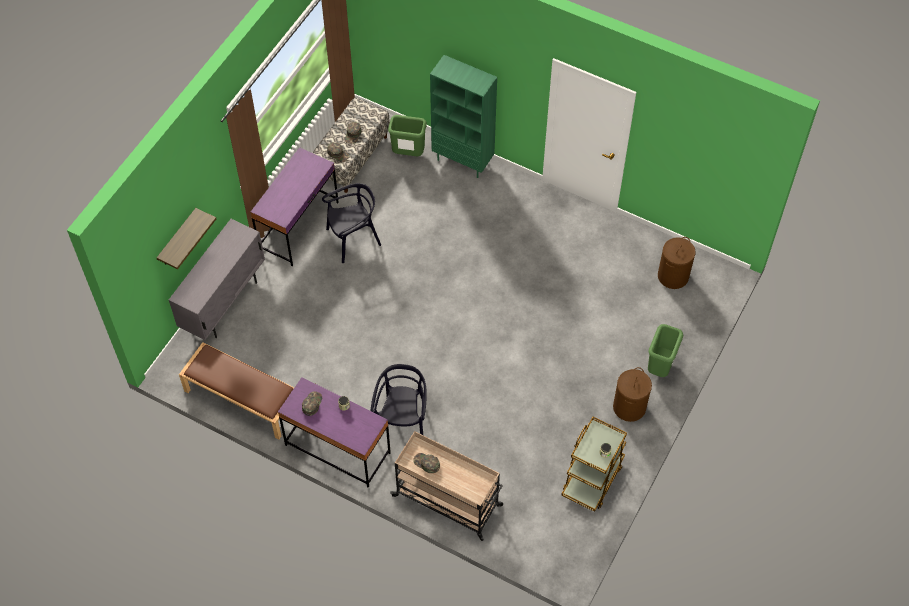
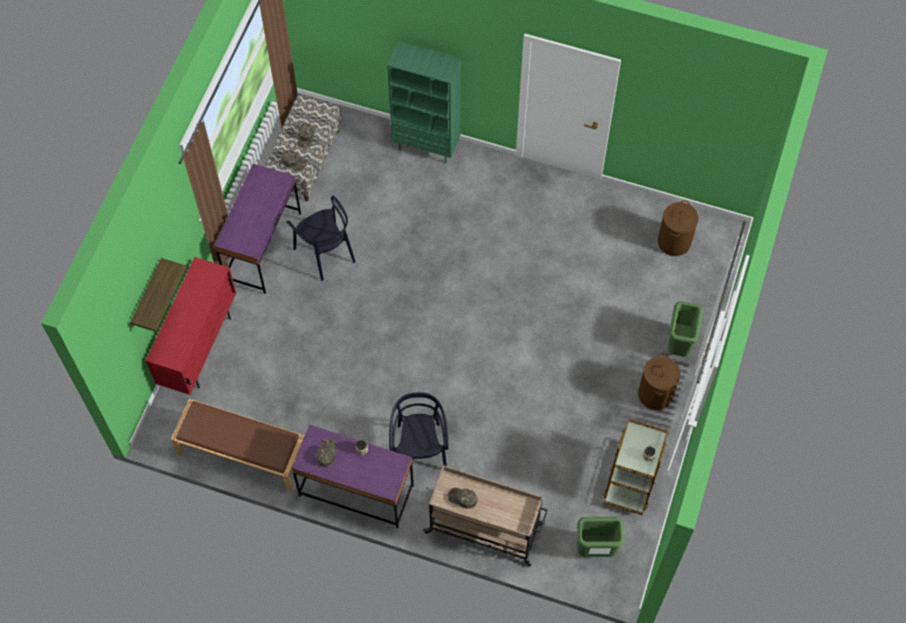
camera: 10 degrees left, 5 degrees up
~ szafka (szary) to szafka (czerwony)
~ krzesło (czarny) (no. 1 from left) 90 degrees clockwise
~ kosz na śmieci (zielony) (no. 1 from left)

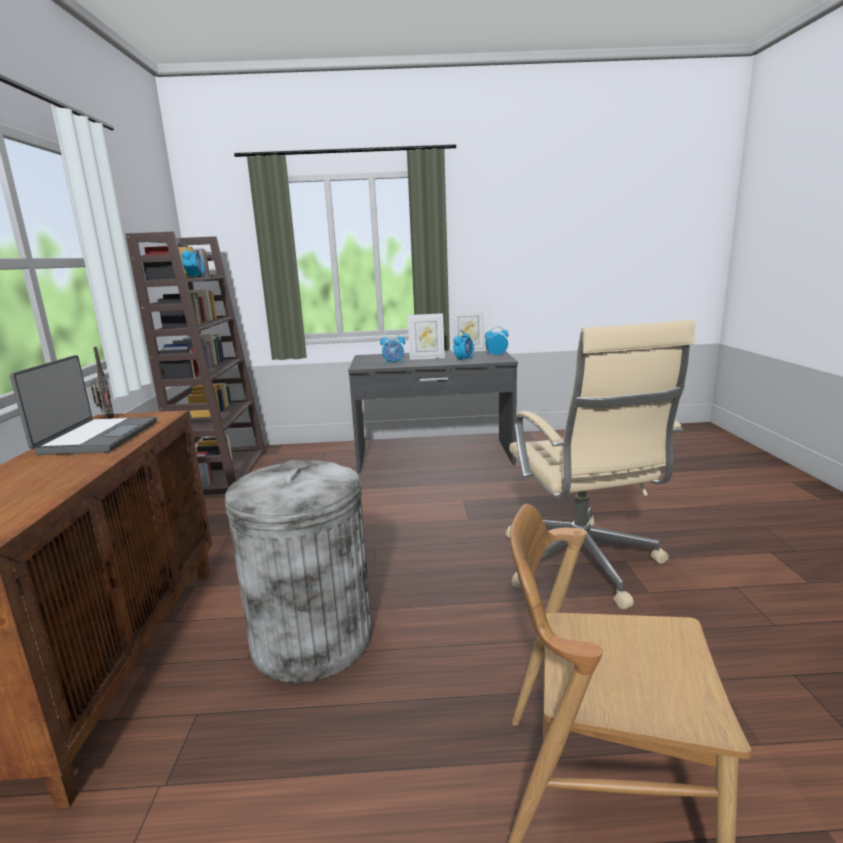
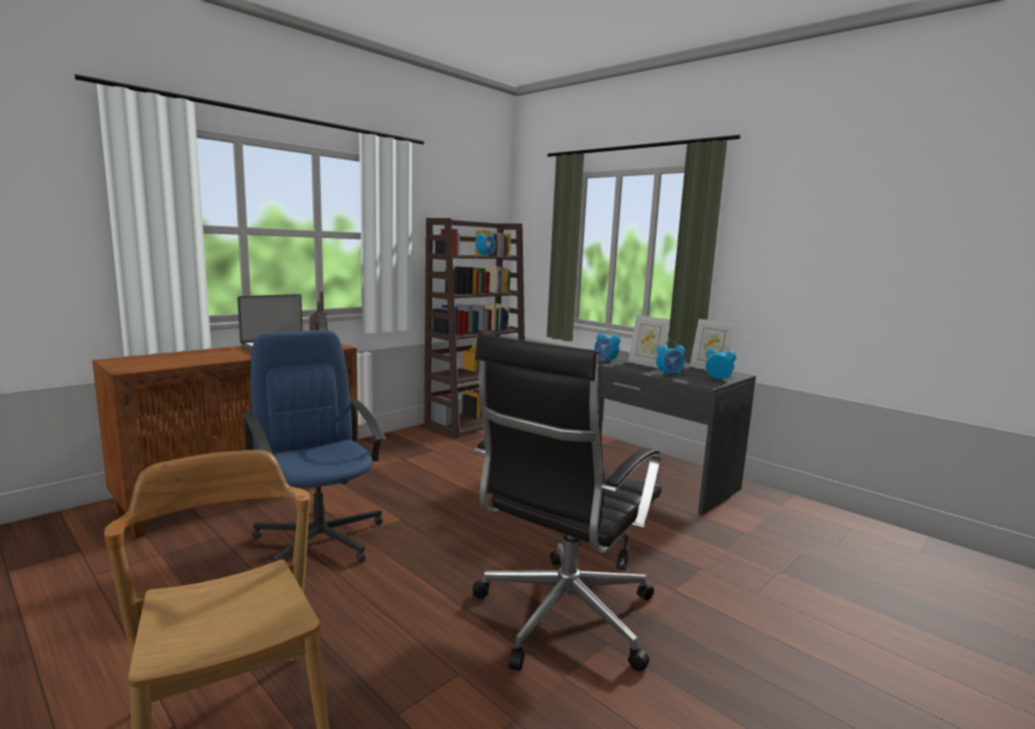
camera: 45 degrees right, 5 degrees down
~ kosz na śmieci (szary) to krzesło biurowe (niebieski)
~ krzesło biurowe (beżowy) to krzesło biurowe (czarny)

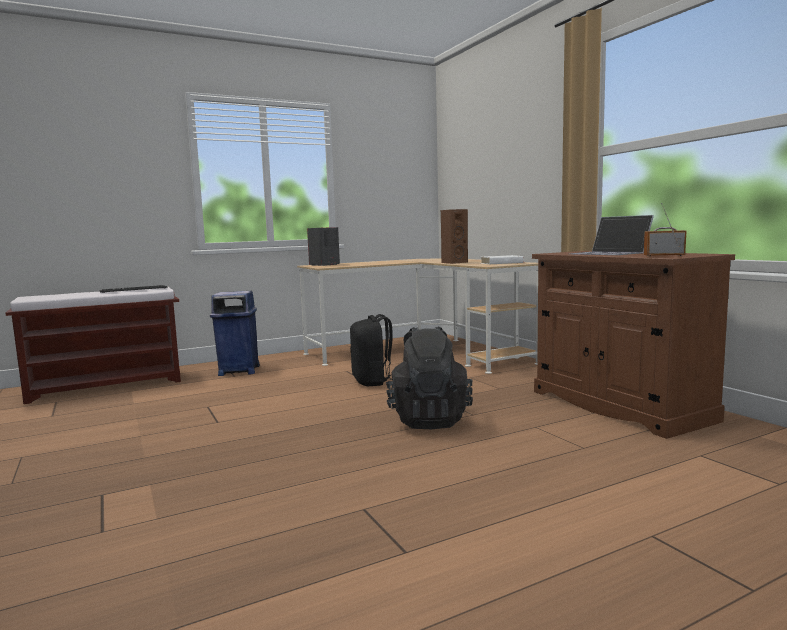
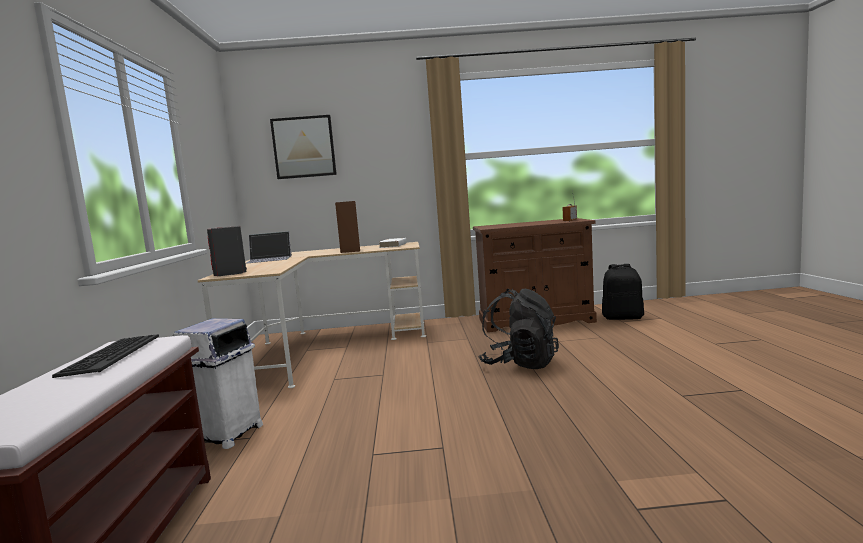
camera: 65 degrees left, 0 degrees up
~ kosz na śmieci (niebieski) to kosz na śmieci (biały)
~ laptop
+ obraz
~ plecak (czarny) (no. 1 from left in the first image) to plecak (czarny) (no. 2 from left)

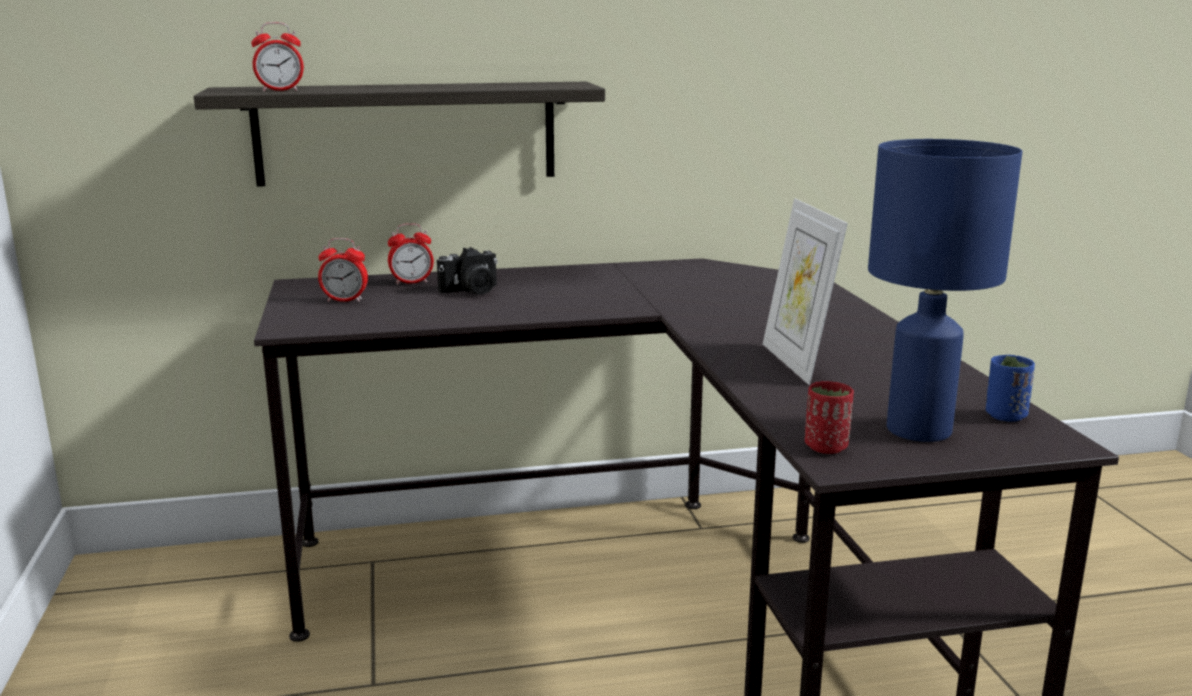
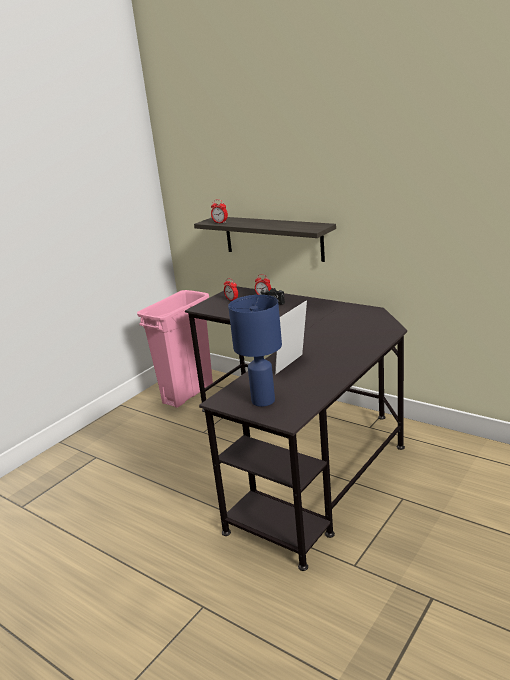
camera: 50 degrees right, 5 degrees up
+ kosz na śmieci (różowy)
- filiżanka (czerwony)
- filiżanka (niebieski)

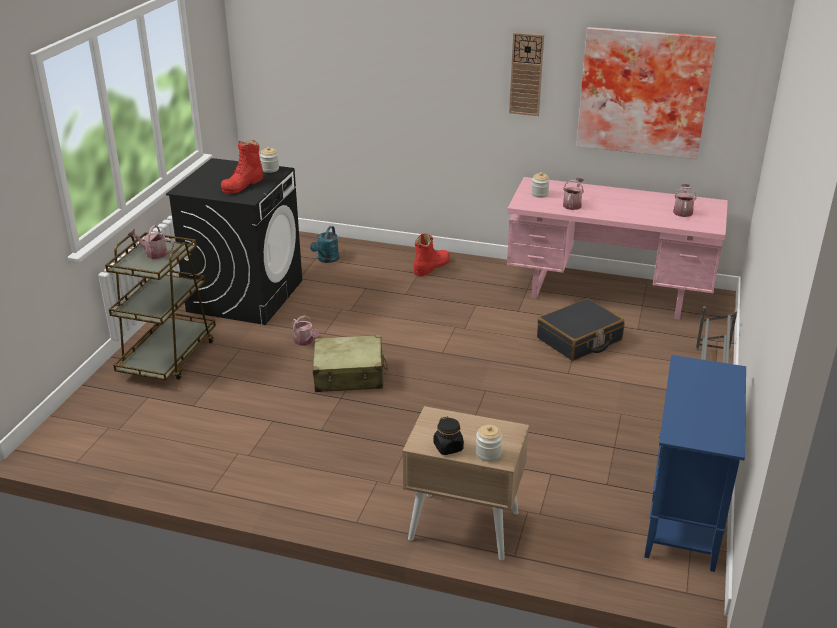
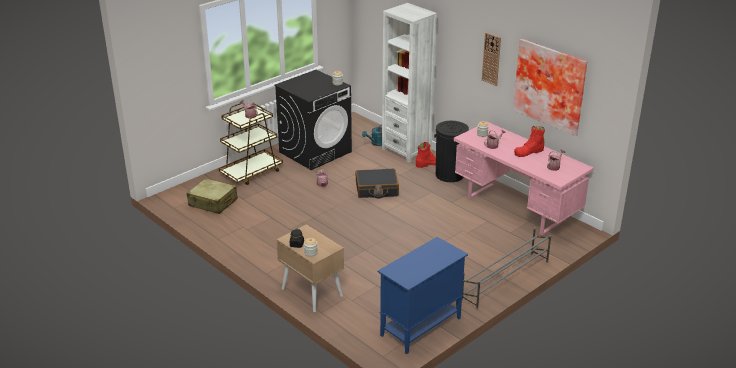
camera: 30 degrees right, 0 degrees up
~ walizka (beżowy)
~ walizka (czarny)
+ regał (biały)
+ kosz na śmieci (czarny)
~ but z cholewką (czerwony) (no. 1 from left in the first image) to but z cholewką (czerwony) (no. 2 from left)

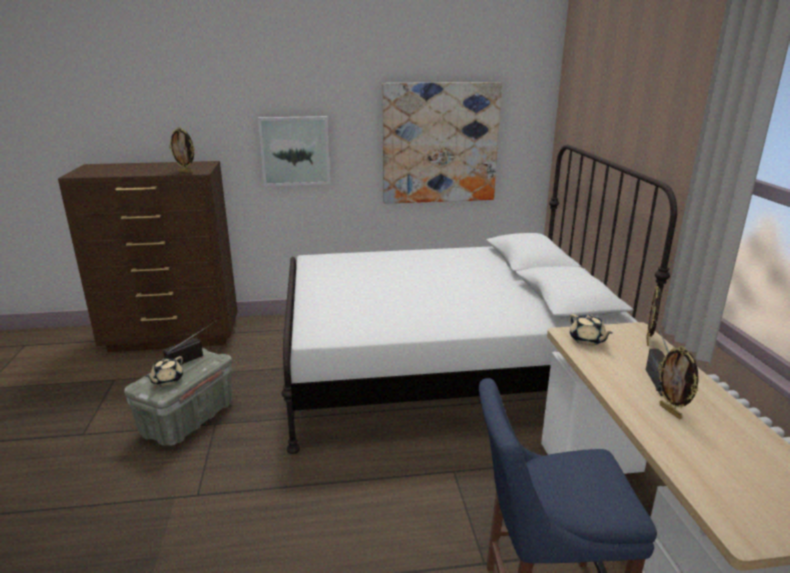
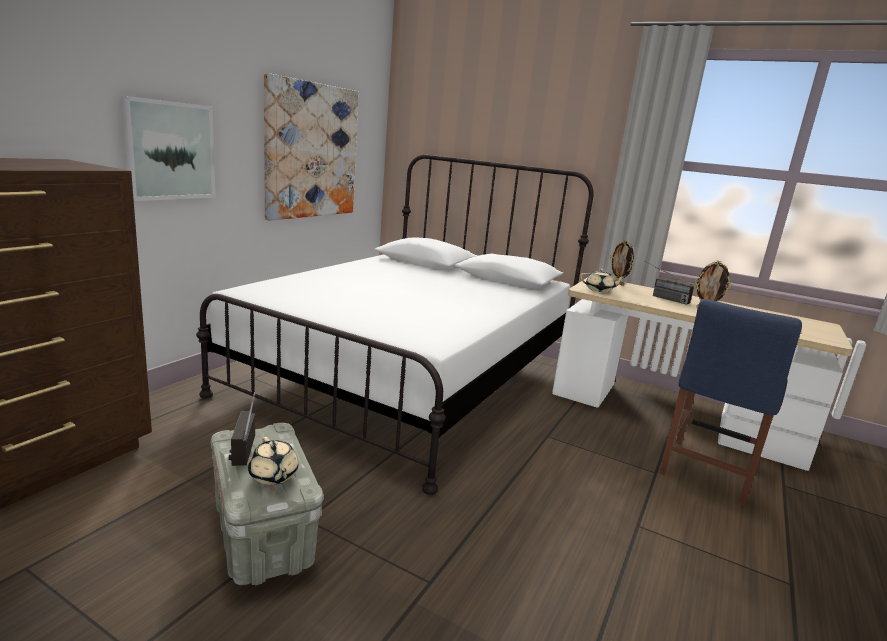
camera: 55 degrees left, 5 degrees down
- ramka na zdjęcie (no. 1 from left)

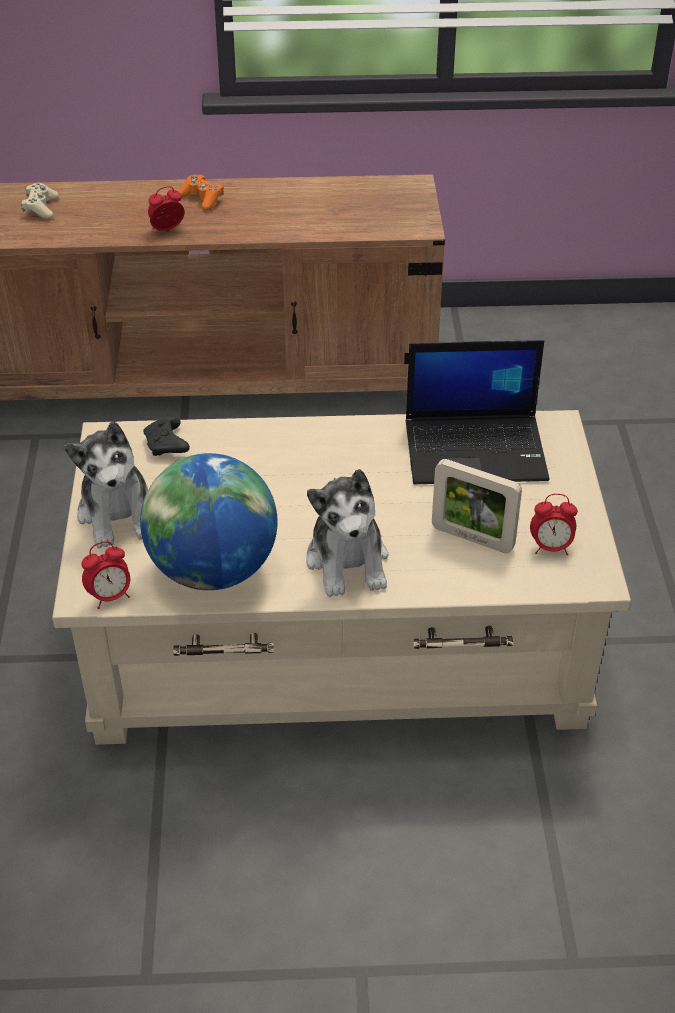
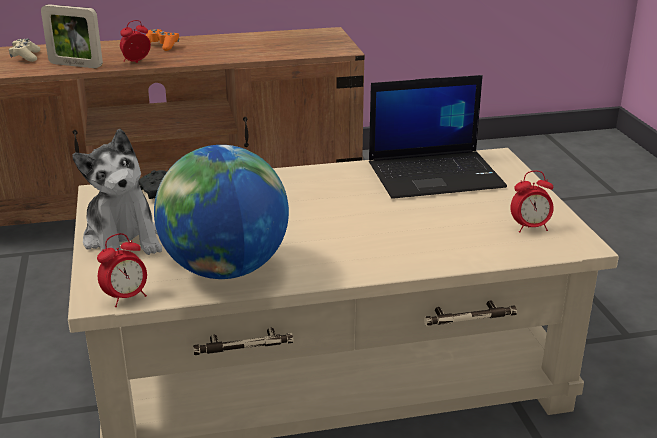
camera: 10 degrees left, 15 degrees down
~ ramka na zdjęcie
- pluszak (no. 2 from left)

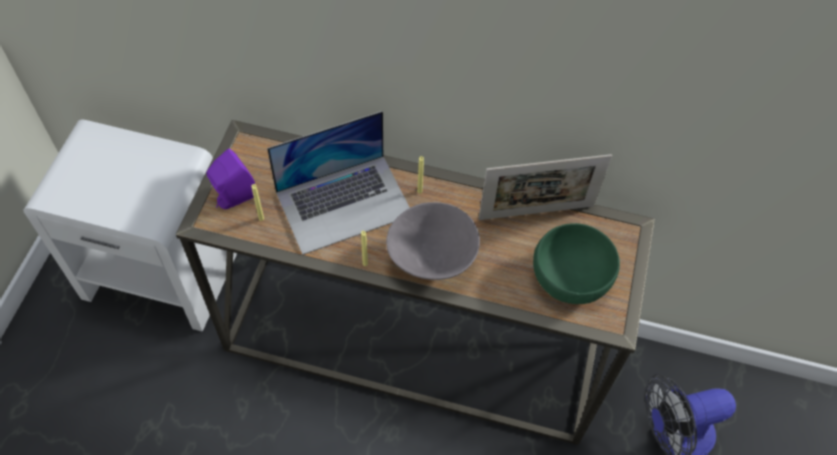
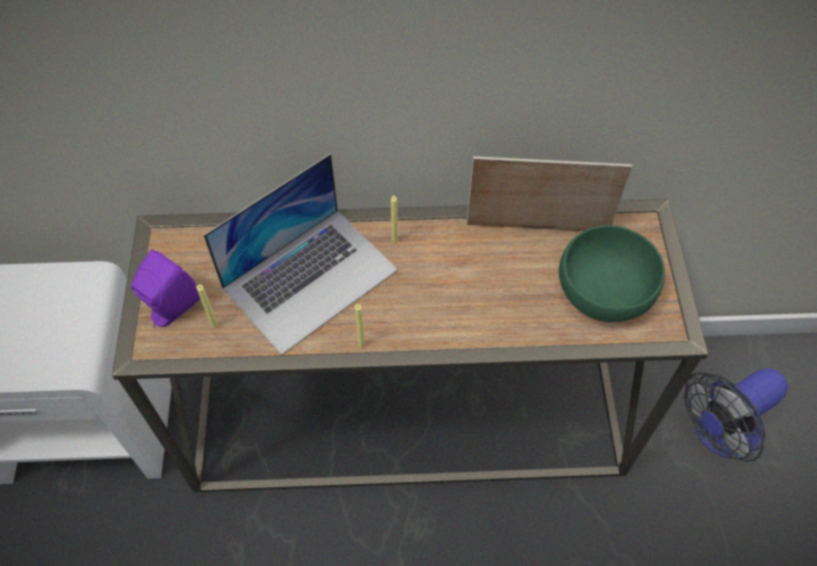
camera: 15 degrees left, 0 degrees up
~ ramka na zdjęcie 150 degrees counterclockwise
- miska (szary)

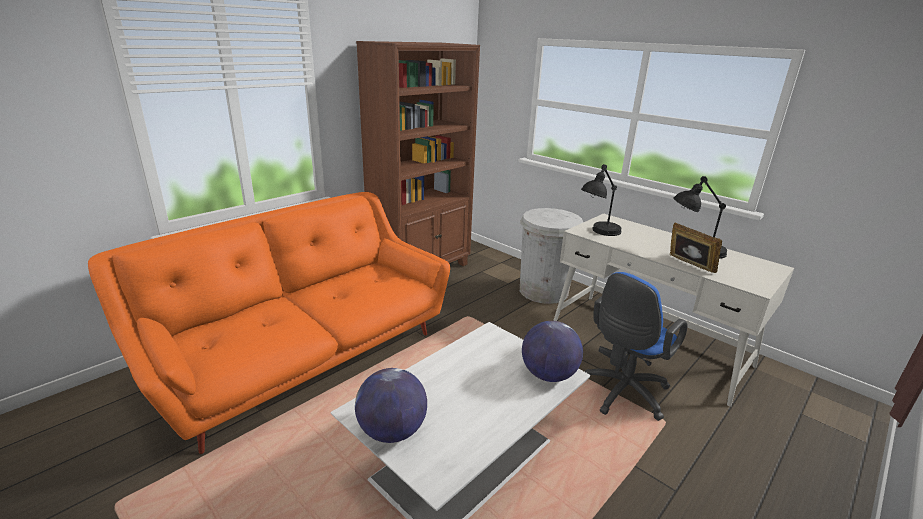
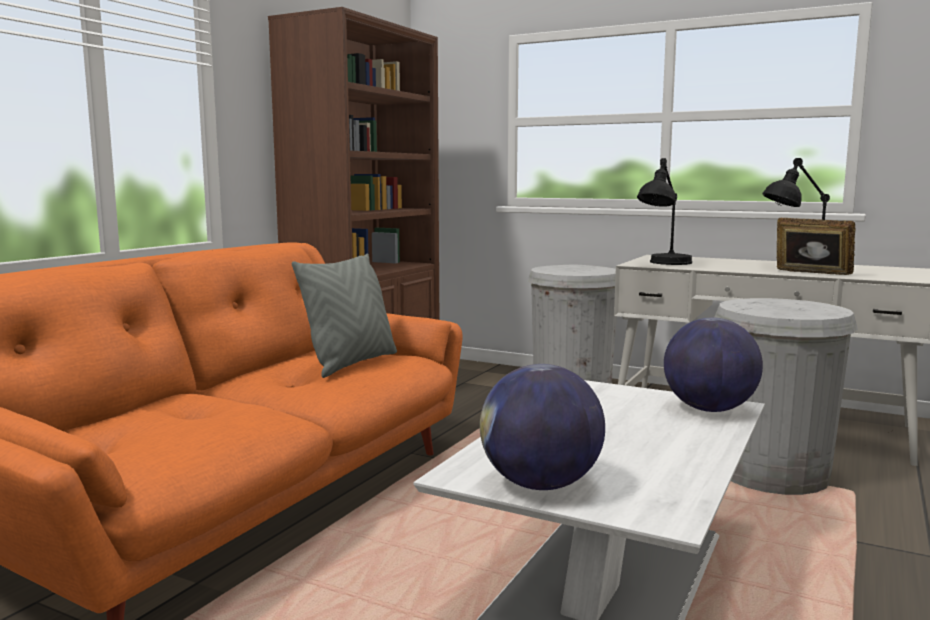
camera: 15 degrees left, 15 degrees down
+ poduszka (szary)
~ krzesło biurowe (niebieski) to kosz na śmieci (biały) (no. 2 from left)

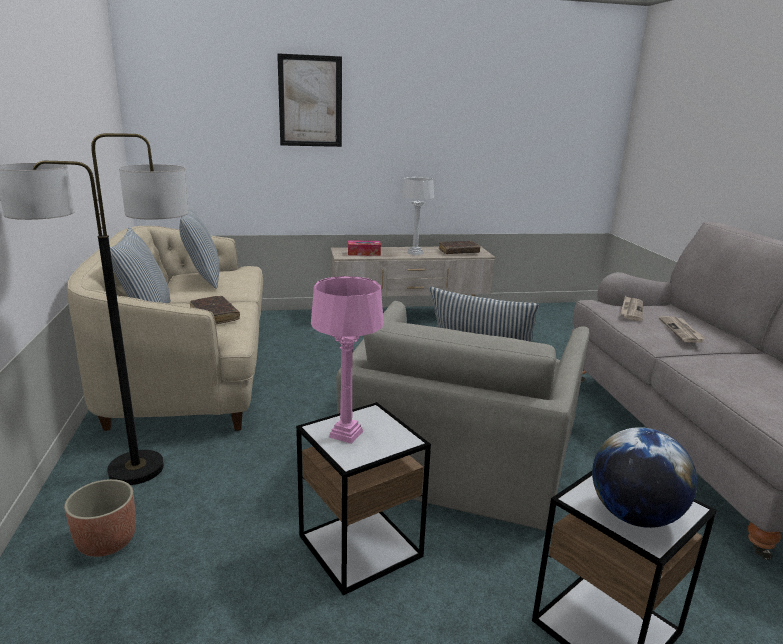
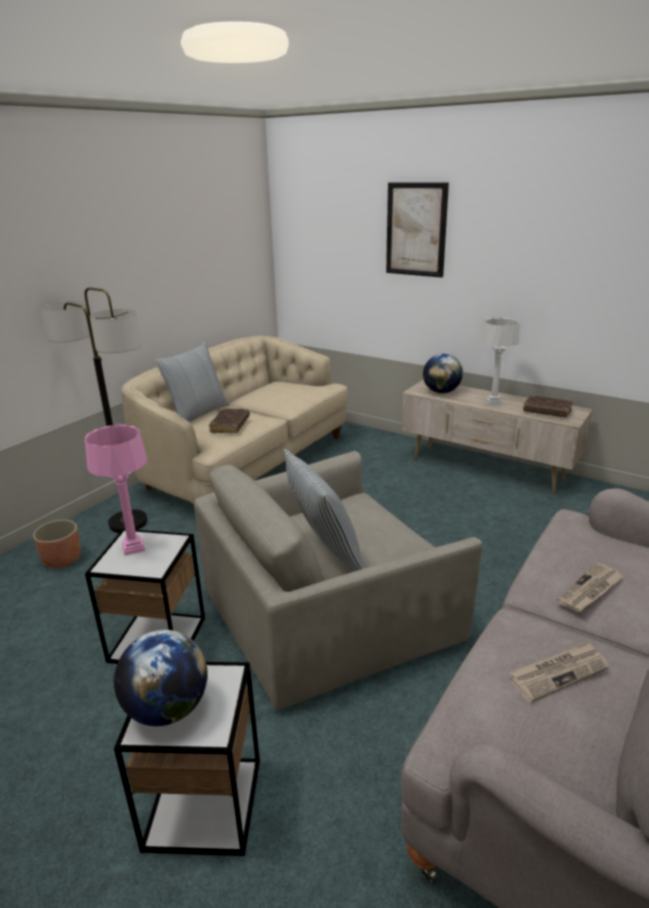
camera: 45 degrees right, 5 degrees up
~ pudełko chusteczek to globus (no. 2 from left)
~ gazeta (no. 1 from left)
- poduszka (no. 2 from left)

